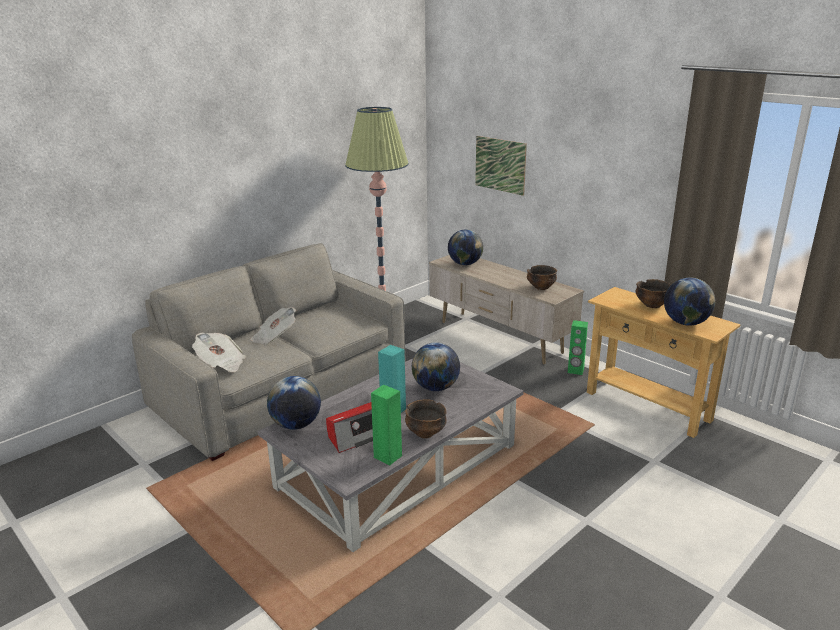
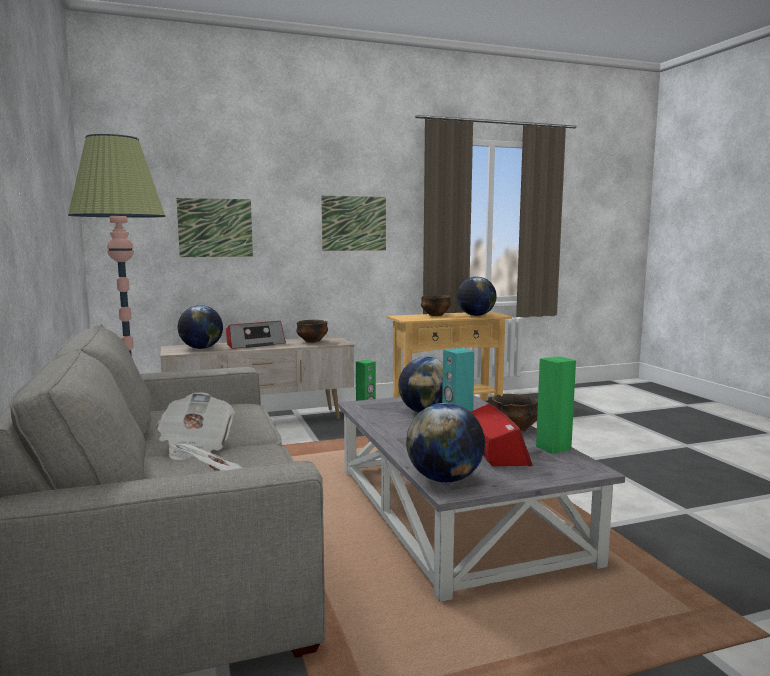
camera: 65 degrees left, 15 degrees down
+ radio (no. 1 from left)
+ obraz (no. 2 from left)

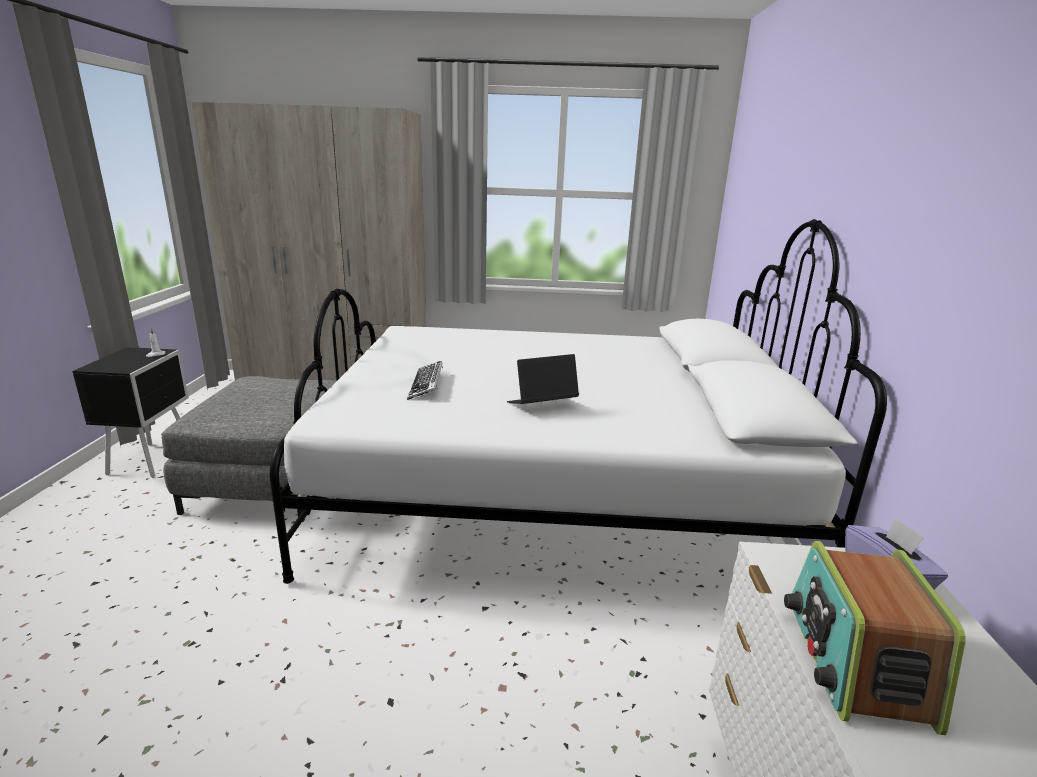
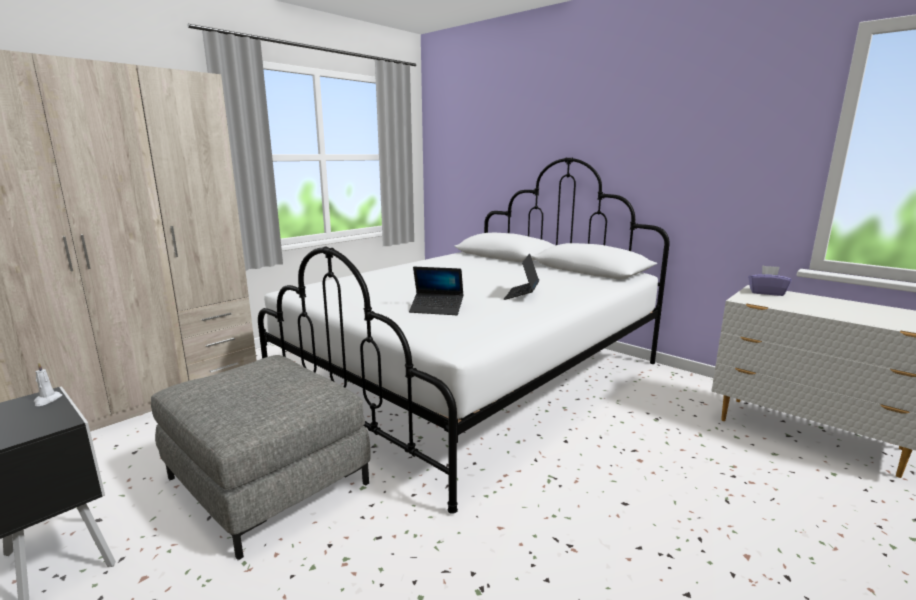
camera: 50 degrees left, 5 degrees down
~ klawiatura to laptop (no. 1 from left)
- radio

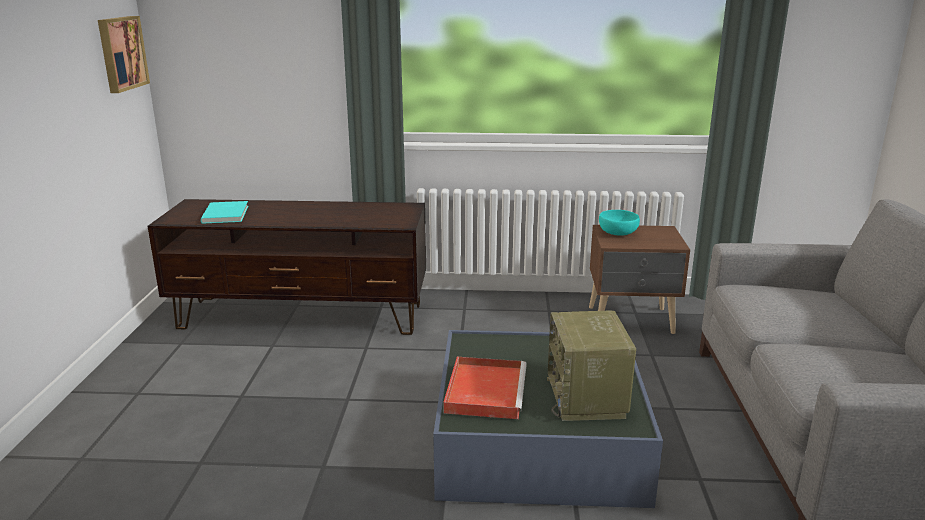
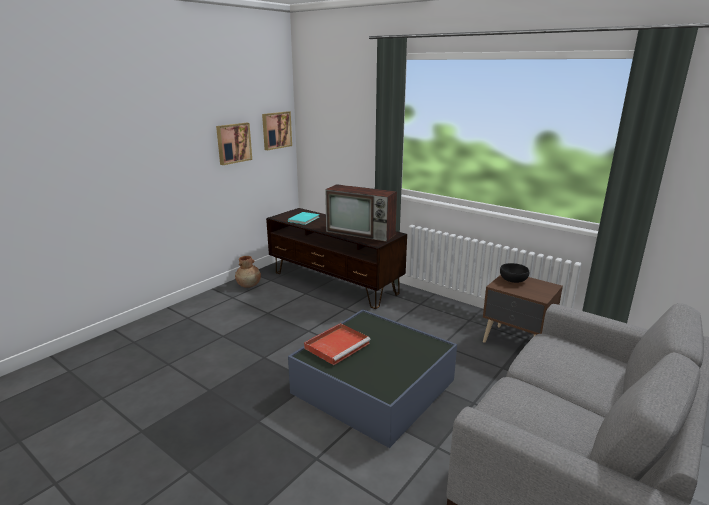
camera: 35 degrees right, 0 degrees up
+ obraz (no. 1 from left)
+ wazon (brązowy)
+ telewizor
~ miska (turkusowy) to miska (czarny)
- radio

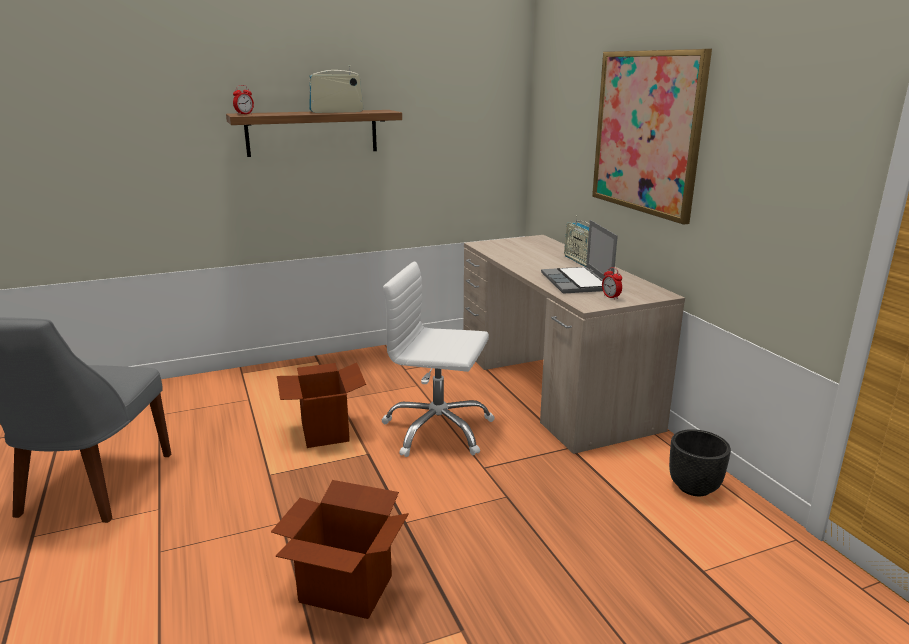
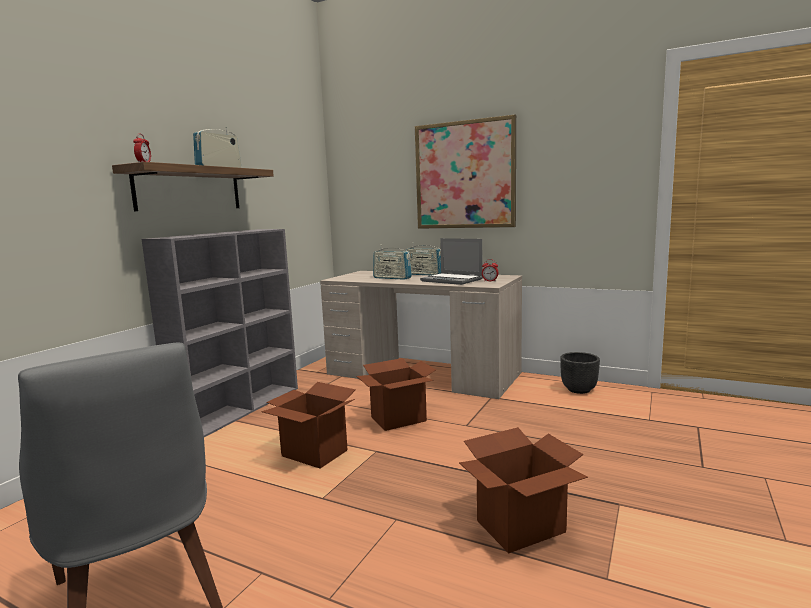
camera: 40 degrees left, 10 degrees down
+ regał (szary)
~ krzesło biurowe (biały) to karton (no. 2 from left)
+ radio (no. 2 from left)

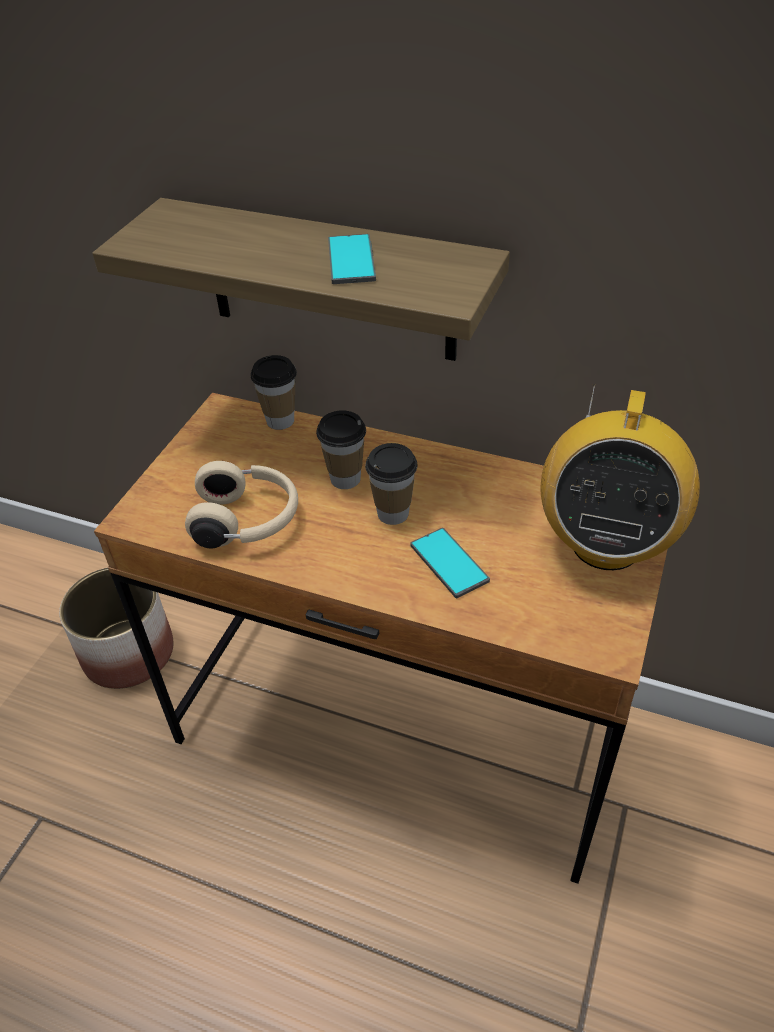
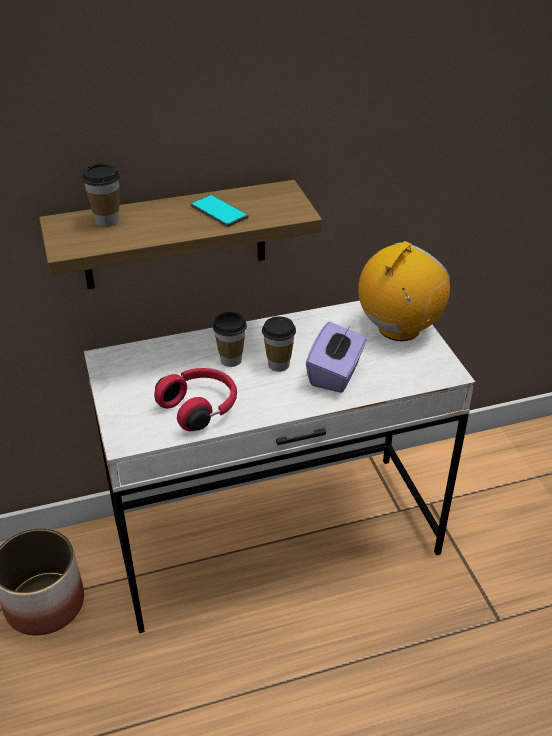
camera: 40 degrees left, 5 degrees down
~ filiżanka (no. 1 from left)
~ biurko (brązowy) to biurko (biały)
~ słuchawki (beżowy) to słuchawki (czerwony)
~ telefon (no. 2 from left) to pudełko chusteczek (fioletowy)
~ radio 120 degrees counterclockwise

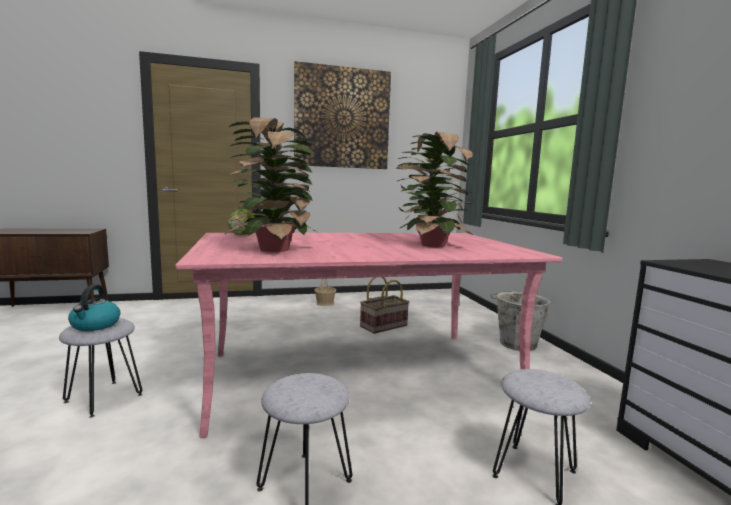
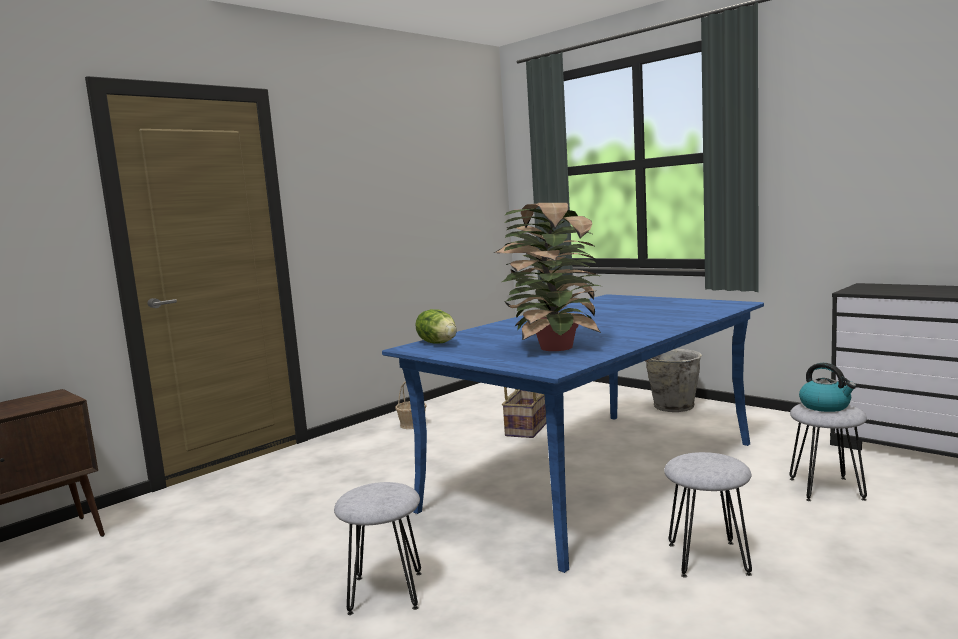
camera: 30 degrees left, 0 degrees up
~ stół jadalny (różowy) to stół jadalny (niebieski)
~ czajnik
- obraz
- roślina doniczkowa (no. 2 from left)

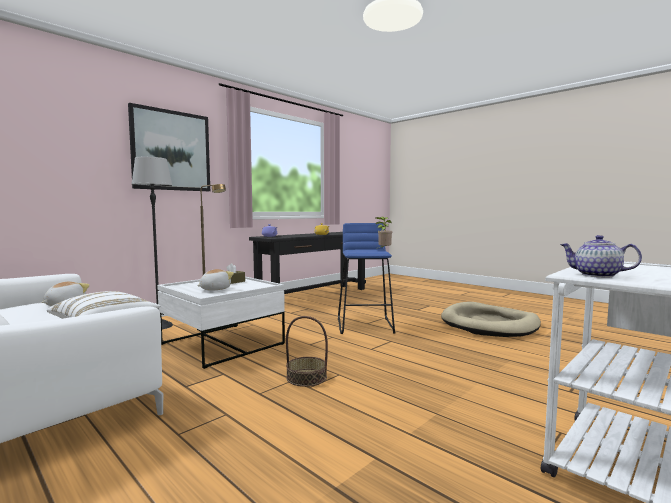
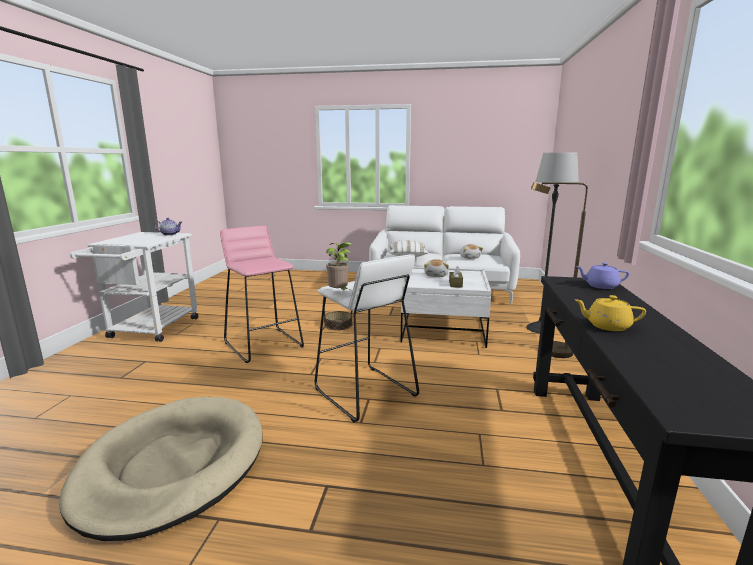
camera: 145 degrees right, 10 degrees up
+ stołek (różowy)
~ stołek (niebieski) to stołek (biały)
- obraz

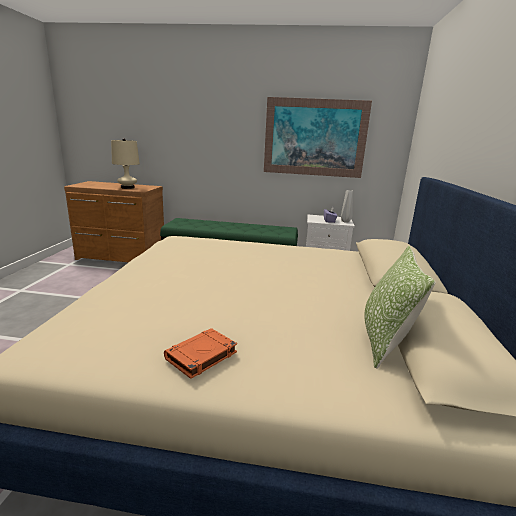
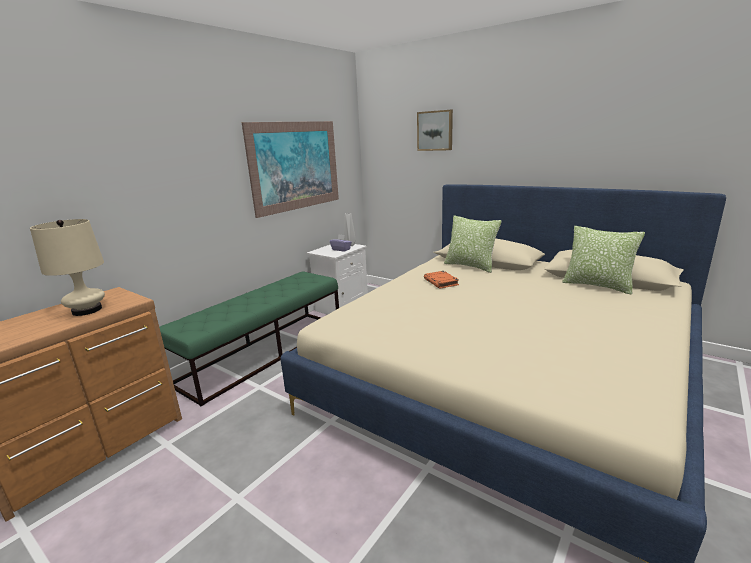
camera: 60 degrees left, 0 degrees up
+ obraz (no. 2 from left)
~ książka (pomarańczowy)
+ poduszka (no. 1 from left)

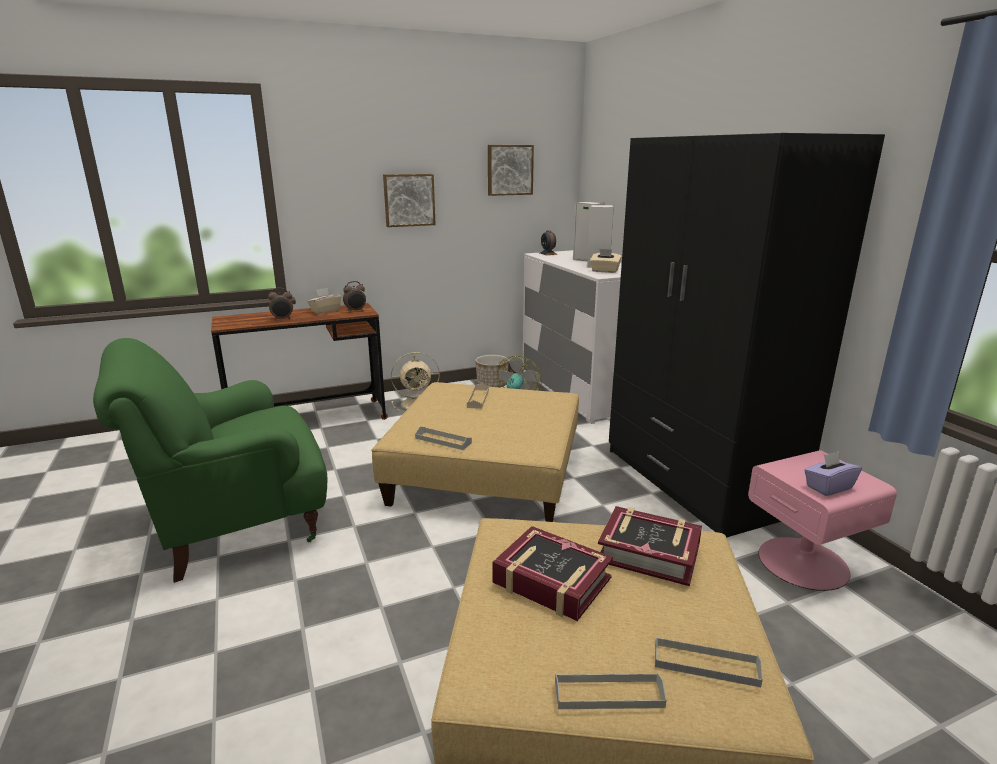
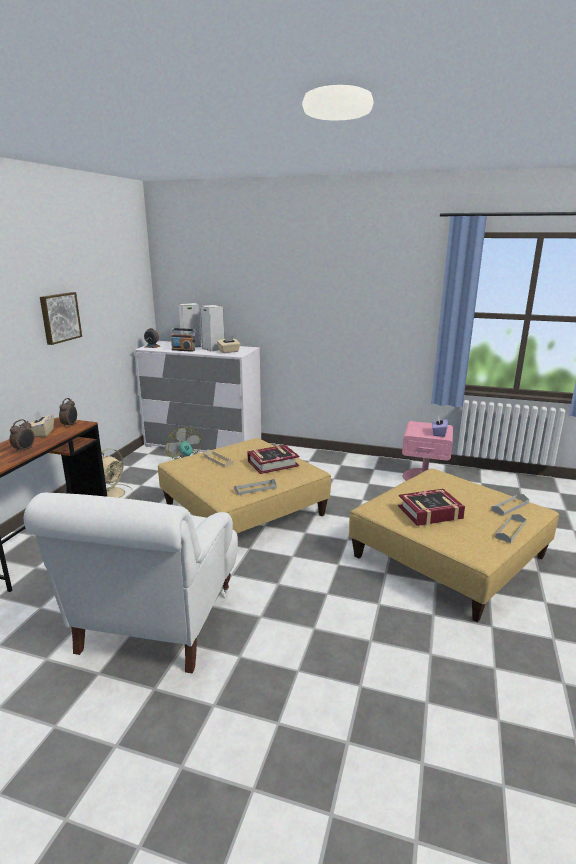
camera: 50 degrees left, 0 degrees up
~ fotel (zielony) to fotel (biały)
+ radio
~ książka (no. 2 from left in the first image) to książka (no. 1 from left)
- donica
- obraz (no. 2 from left)
- szafa (czarny)

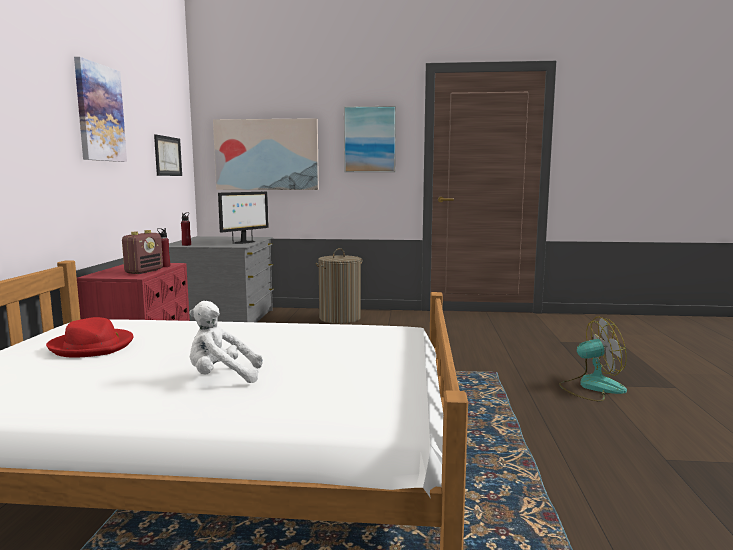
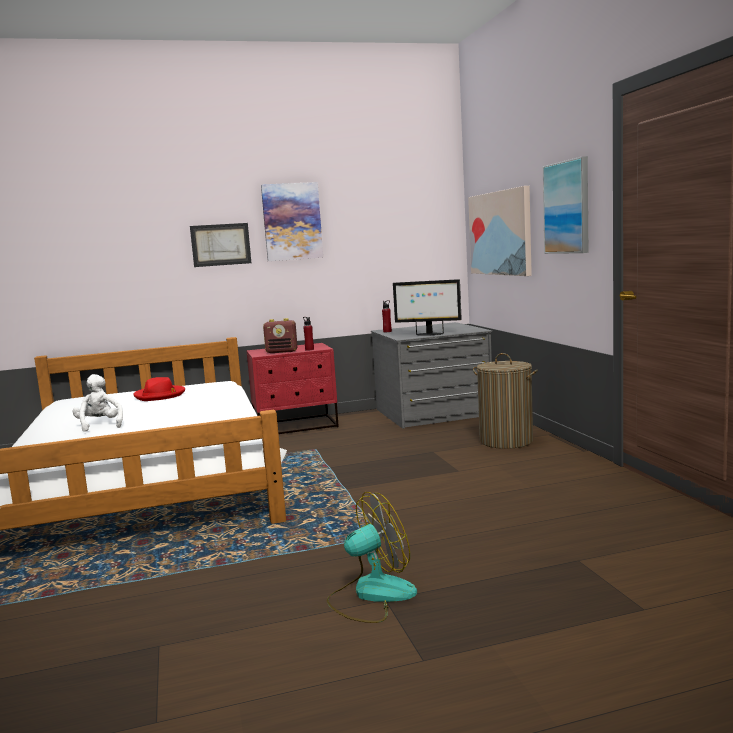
camera: 70 degrees right, 0 degrees up
~ obraz (no. 2 from left in the first image) to obraz (no. 1 from left)
~ wentylator 90 degrees counterclockwise

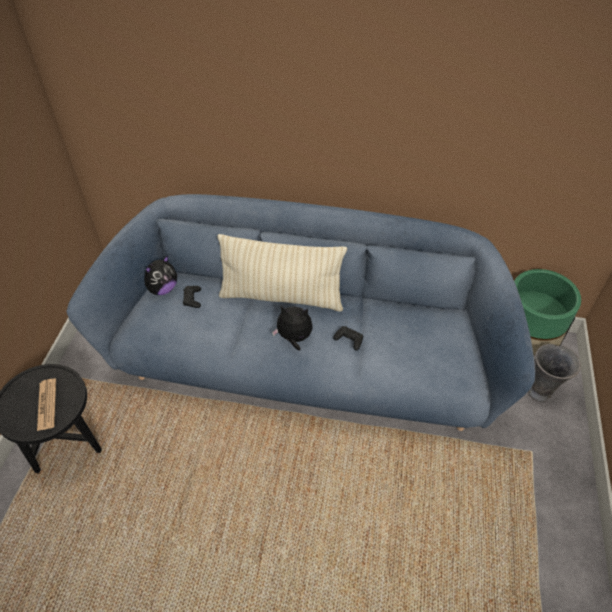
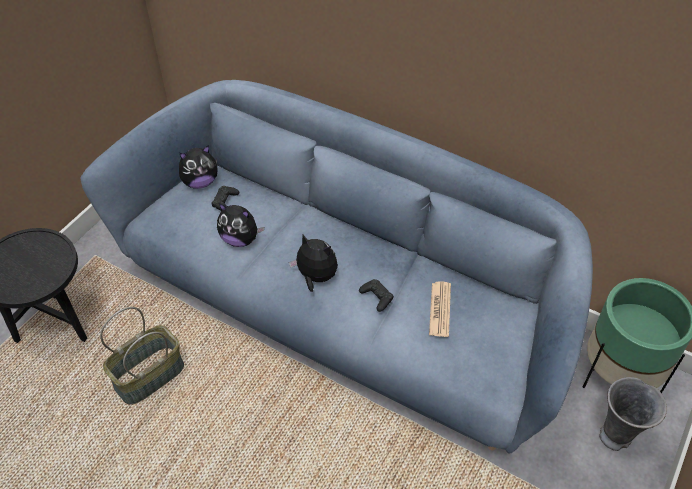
camera: 20 degrees right, 0 degrees up
+ koszyk
+ pluszak (no. 2 from left)
~ gazeta
- poduszka (beżowy)

